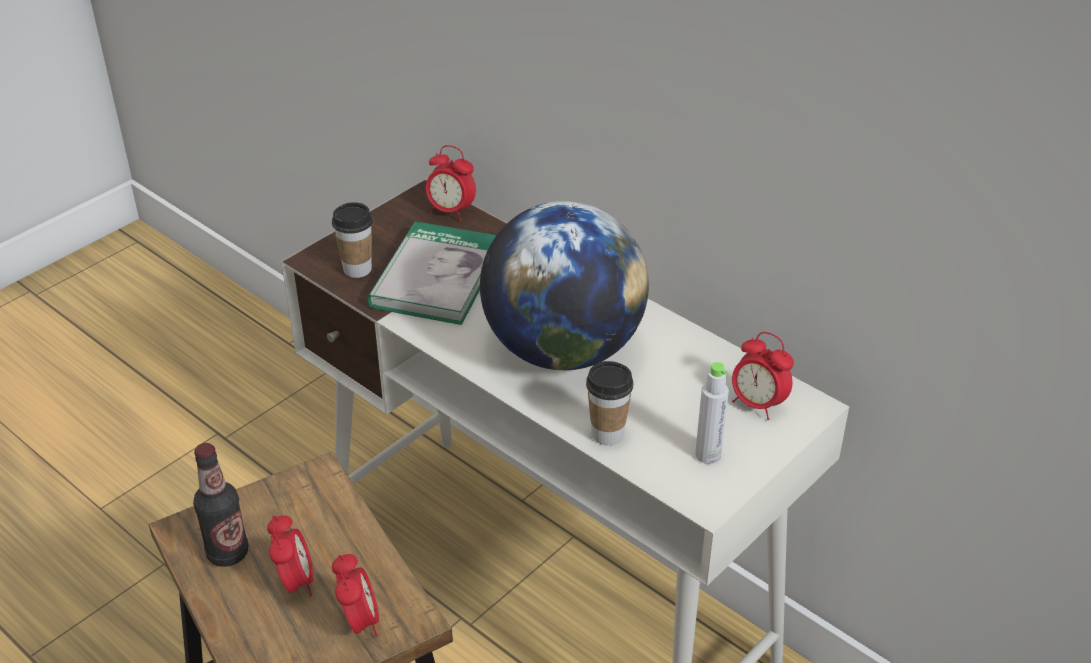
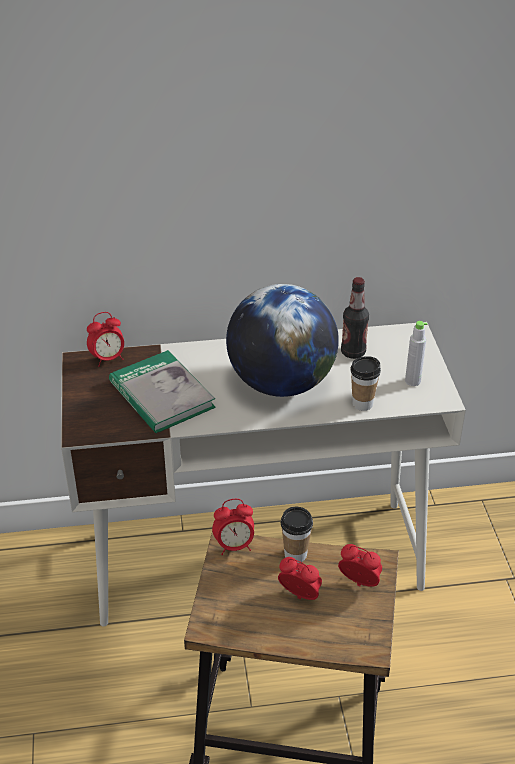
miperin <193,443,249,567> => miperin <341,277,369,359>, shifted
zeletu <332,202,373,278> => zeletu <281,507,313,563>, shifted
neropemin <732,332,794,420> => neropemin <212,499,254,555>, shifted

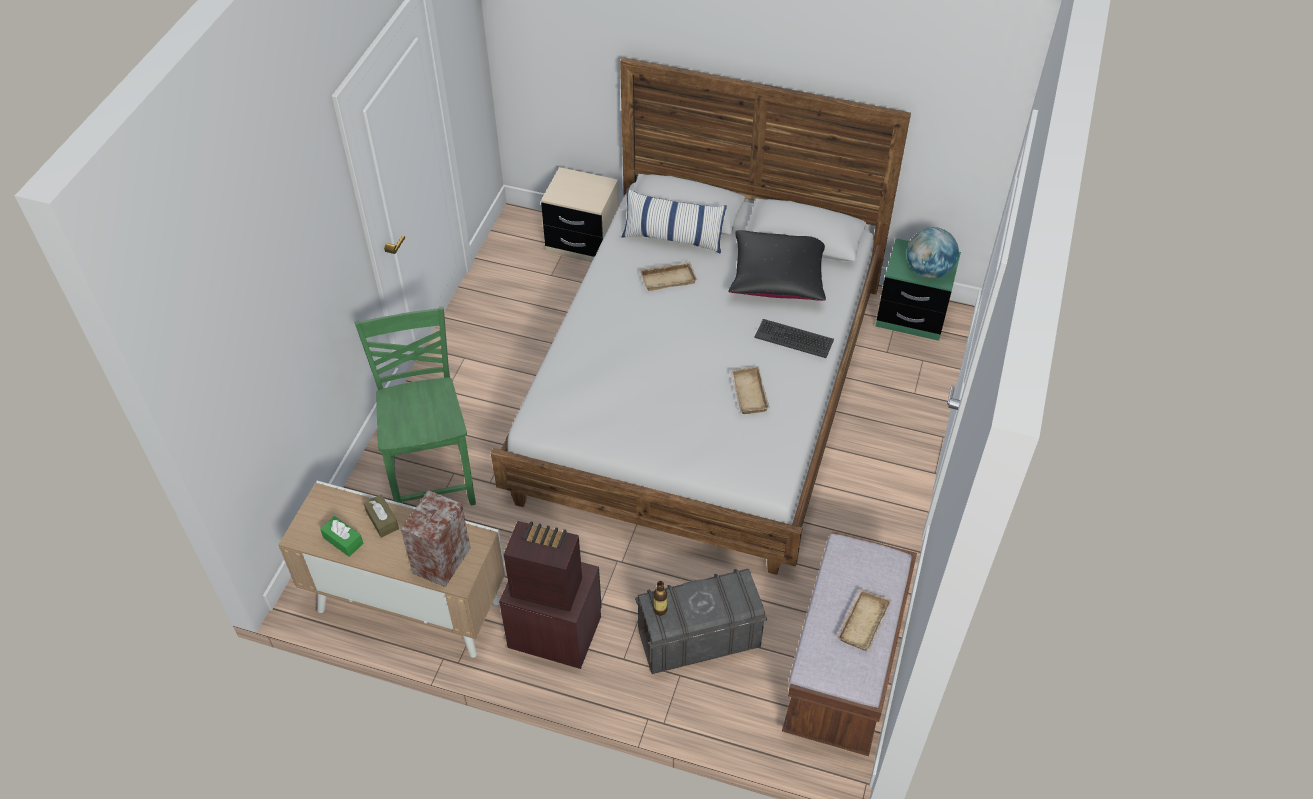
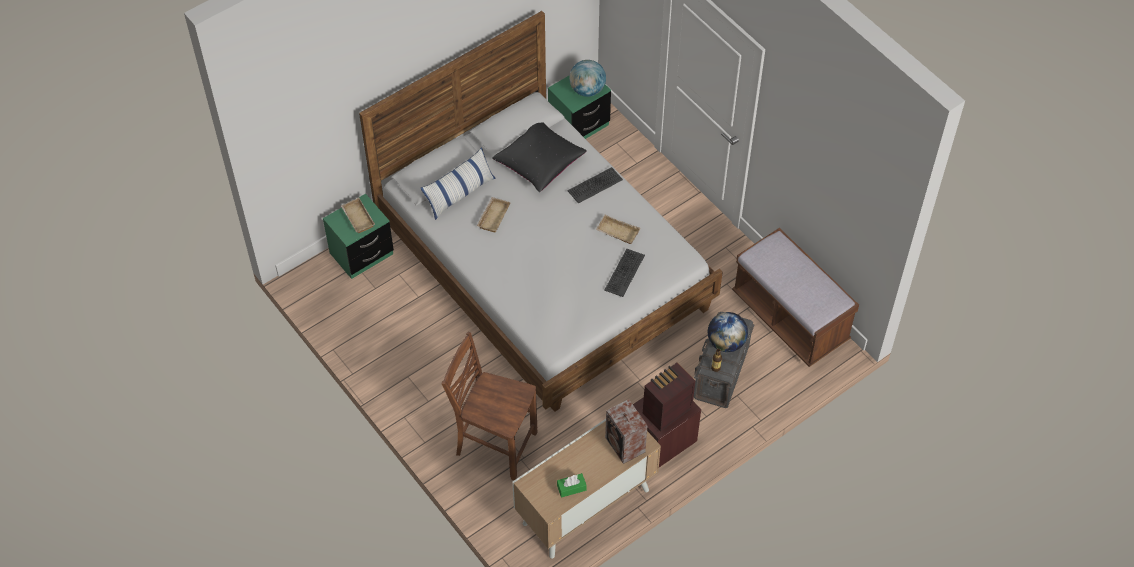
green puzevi <354,307,476,505> => brown puzevi <442,331,537,480>
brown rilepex <364,494,399,538> => nothing
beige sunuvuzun <541,167,619,262> => green sunuvuzun <323,194,394,279>
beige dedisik <837,588,891,651> => beige dedisik <341,198,375,233>, shifted
nothing => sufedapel <604,249,645,297>
nothing => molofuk <708,312,748,352>

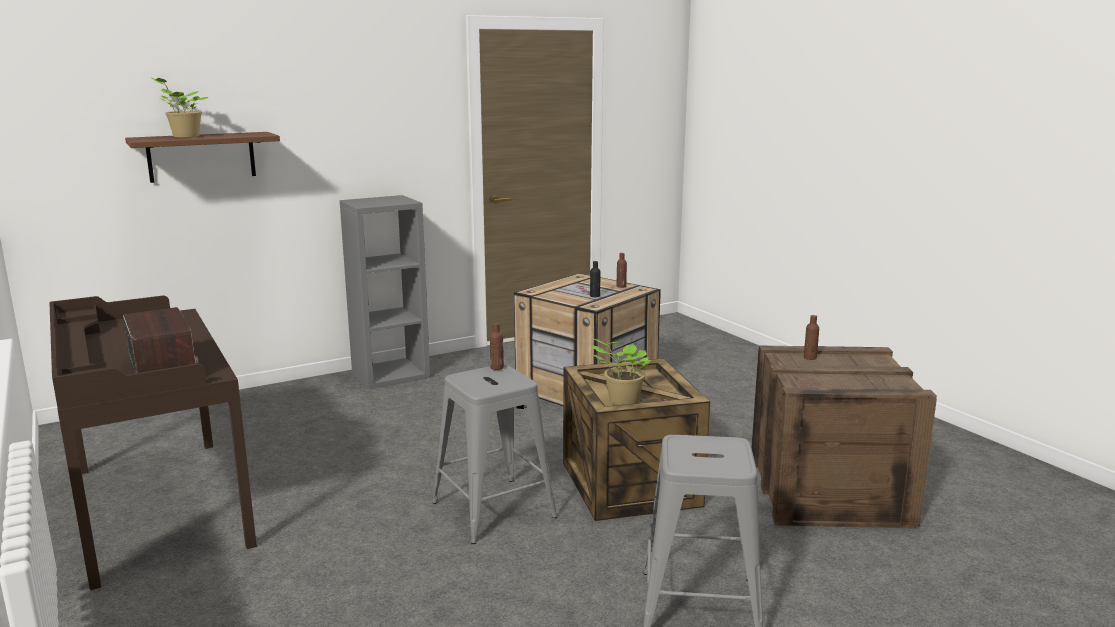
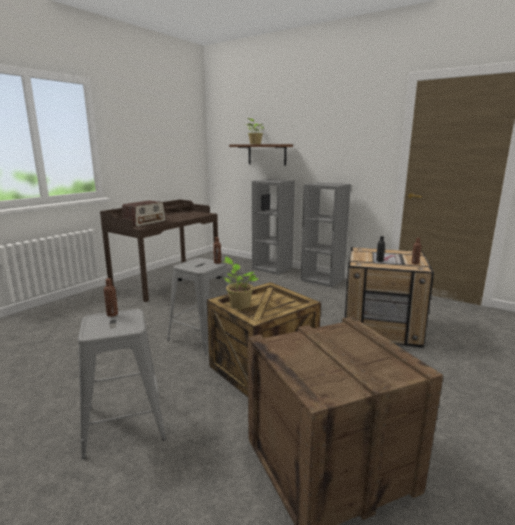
brown miperin <804,315,819,360> => brown miperin <104,278,118,317>, shifted
nothing => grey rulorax <252,179,295,275>

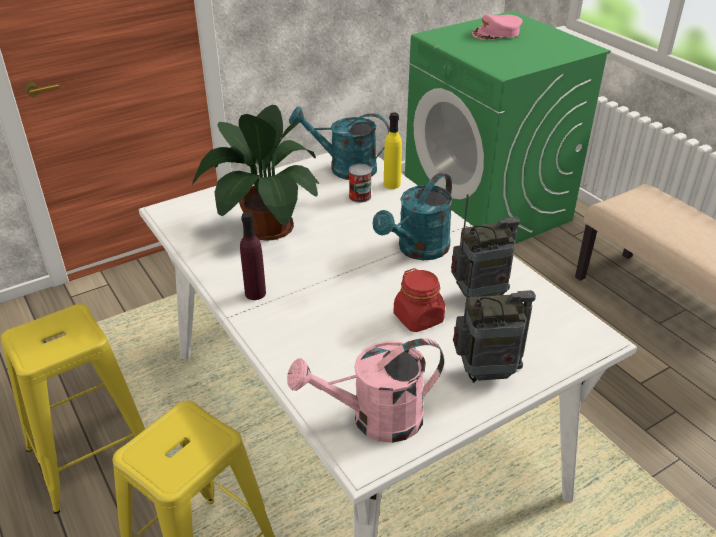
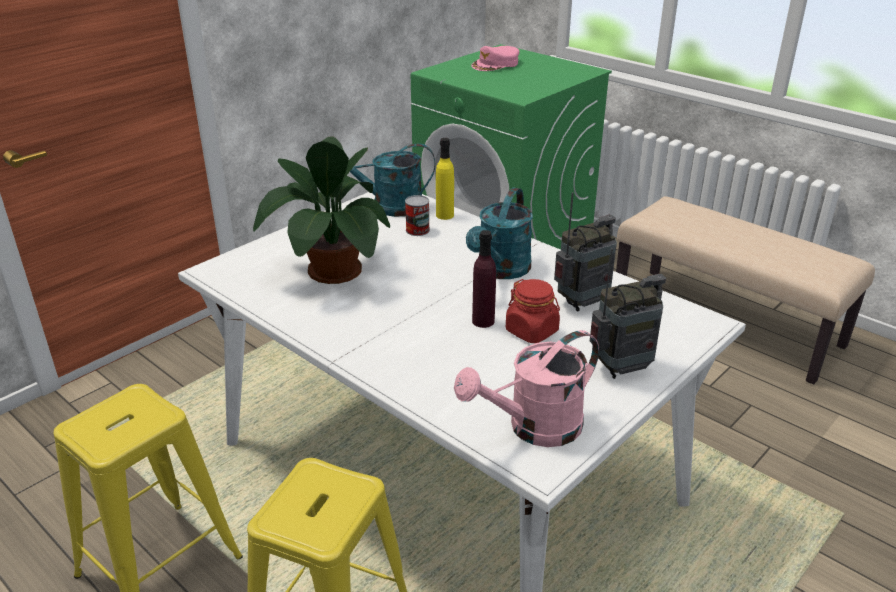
purple miperin <240,212,266,300> => purple miperin <472,230,496,328>, shifted

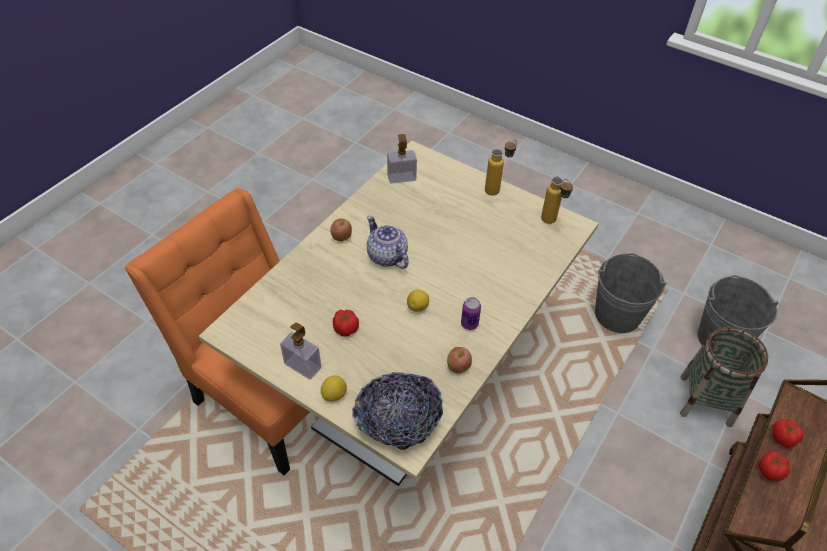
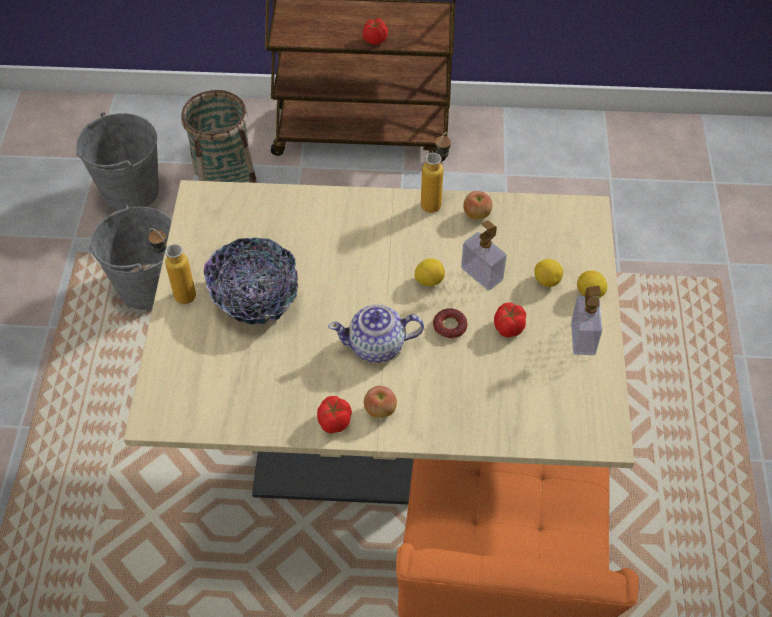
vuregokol <352,372,443,450> => vuregokol <204,237,298,325>, shifted
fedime <367,216,409,269> => fedime <328,305,424,363>, 60 degrees clockwise
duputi <387,134,417,184> => duputi <461,220,507,291>, shifted
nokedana <461,297,481,330> => nothing
miperin <541,177,573,224> => miperin <421,132,451,213>, shifted
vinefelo <773,420,804,448> => vinefelo <317,396,352,433>, shifted
nothing => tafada <433,309,468,339>
nothing => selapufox <534,259,563,287>

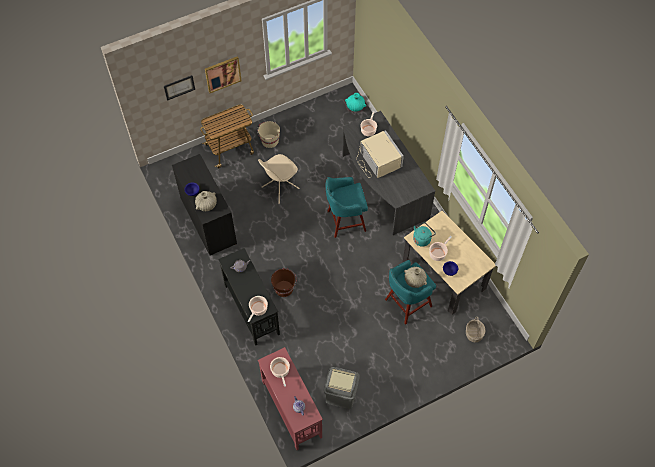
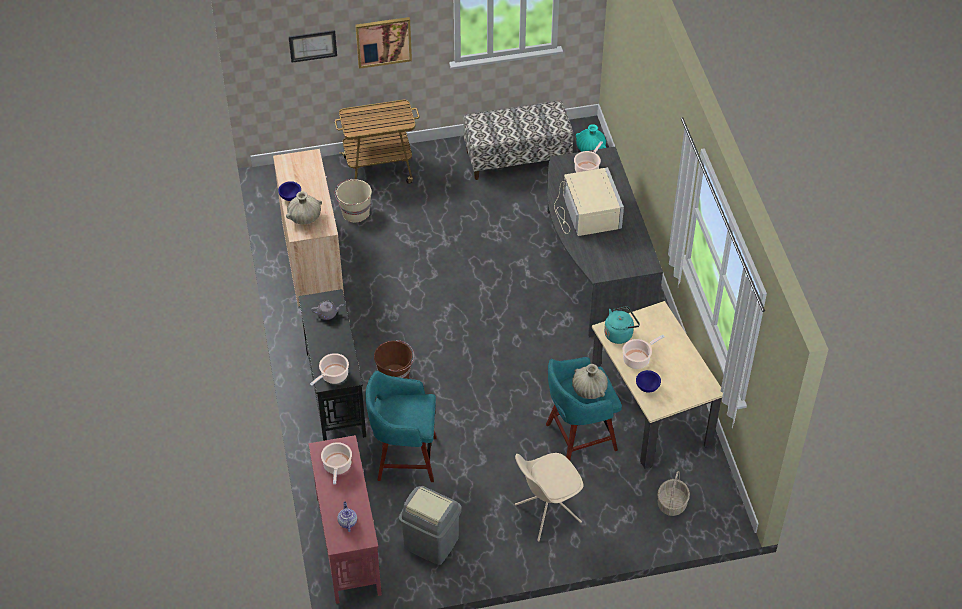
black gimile <172,154,237,256> => beige gimile <273,149,344,307>
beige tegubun <257,121,280,148> => beige tegubun <335,179,372,222>, shifted
beige puzevi <258,154,300,204> => beige puzevi <515,453,584,542>, shifted
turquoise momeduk <326,177,368,238> => turquoise momeduk <365,370,437,482>, shifted
nothing => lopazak <463,101,574,180>

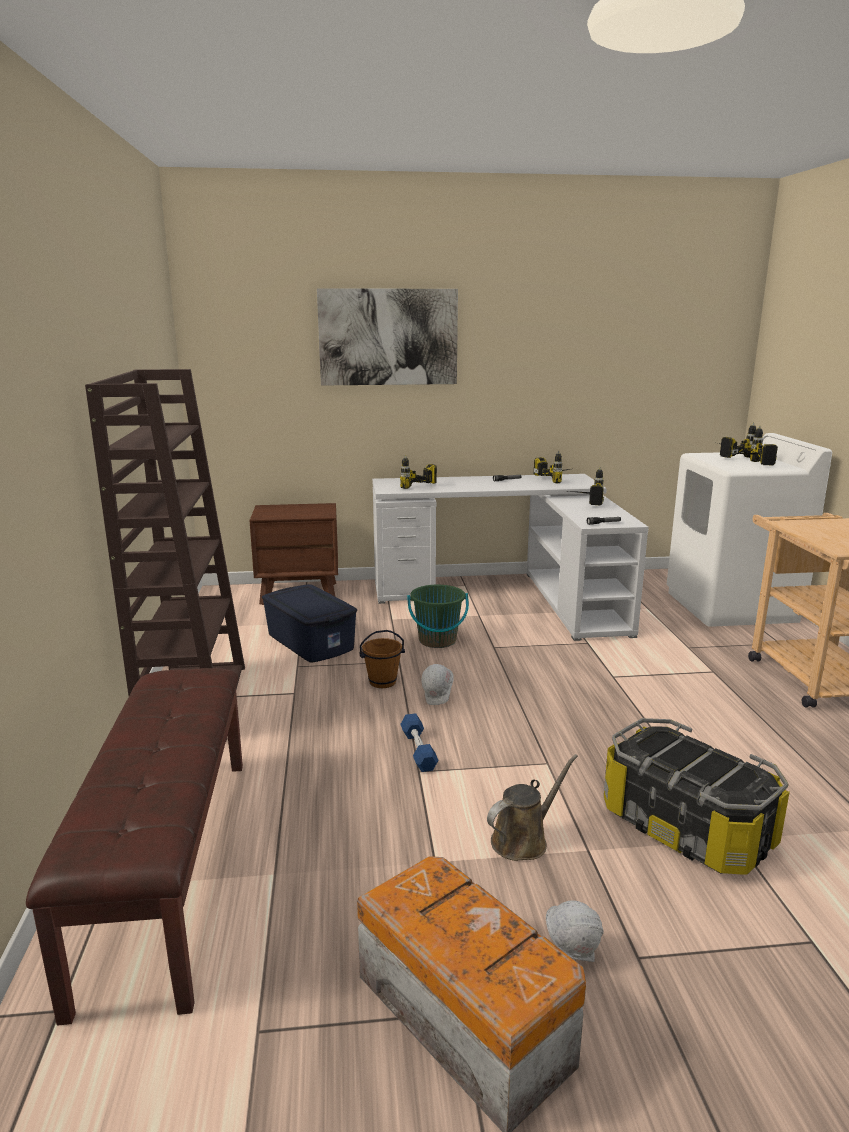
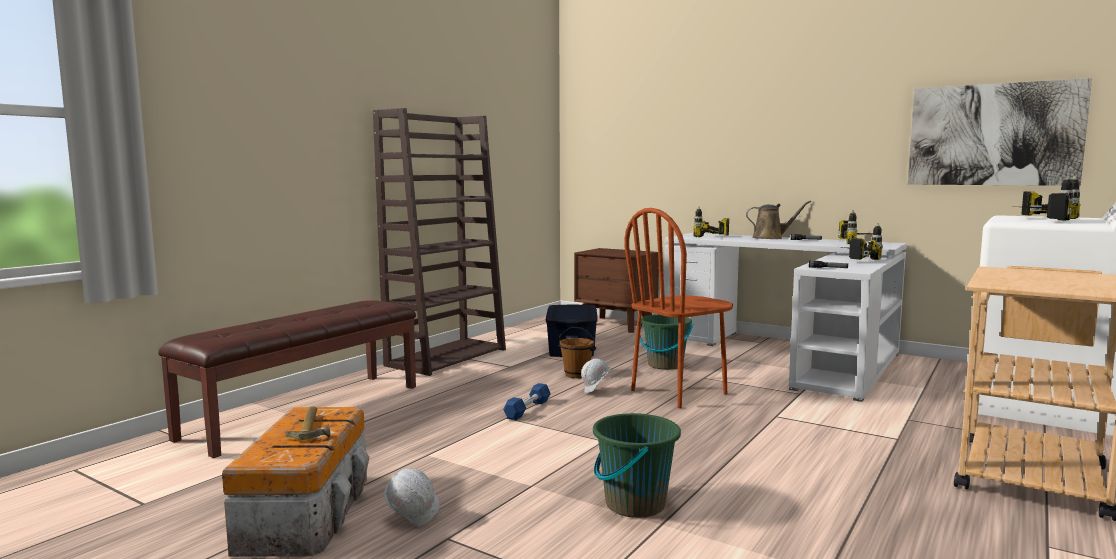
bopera <317,288,458,386> => bopera <908,78,1092,186>, shifted
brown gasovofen <487,754,578,861> => brown gasovofen <746,200,811,239>, shifted
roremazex <604,718,790,875> => green tegubun <593,413,681,518>
nothing => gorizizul <286,406,331,440>
nothing => brown puzevi <624,208,733,408>

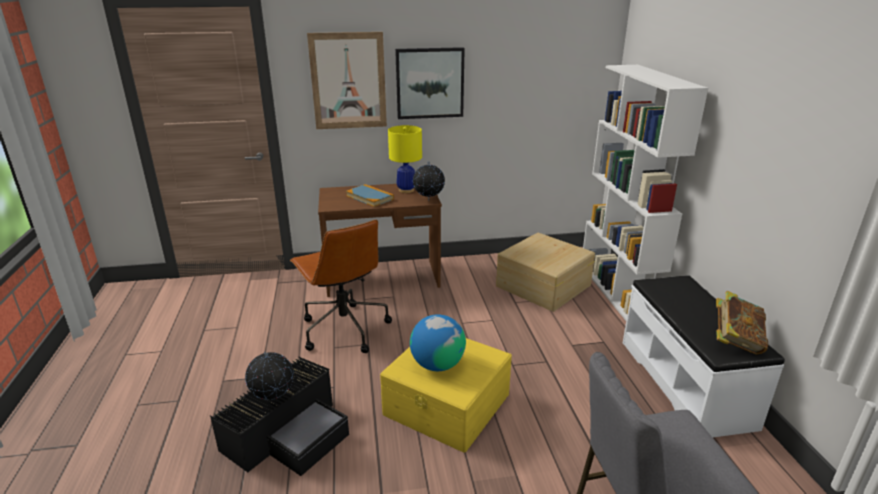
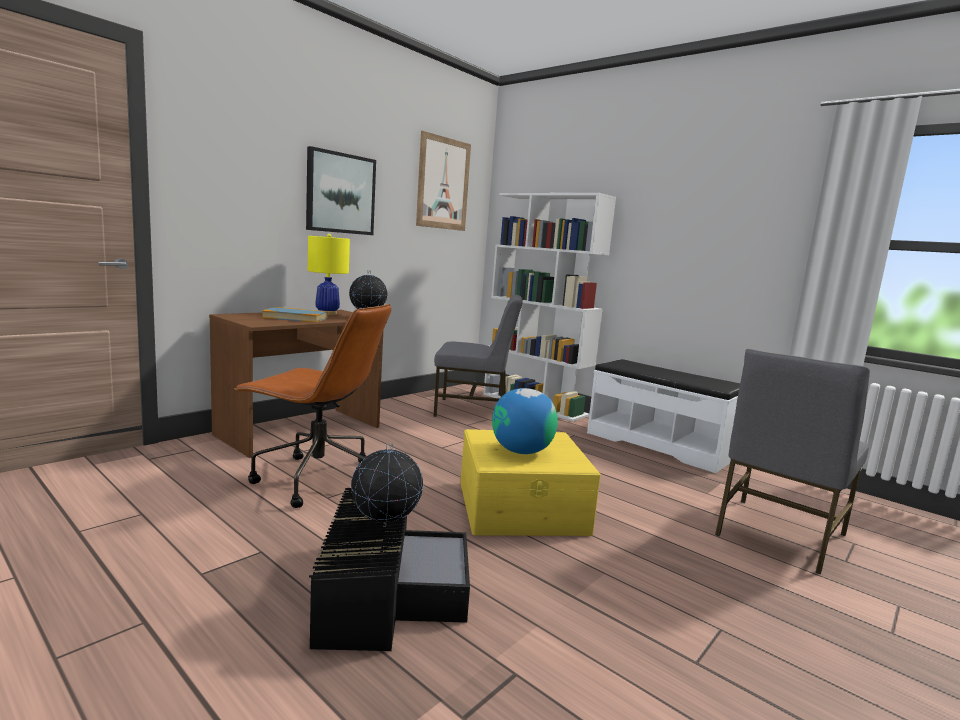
bopera <307,32,387,129> => bopera <416,131,471,231>, shifted
beige roremazex <496,233,595,312> => grey puzevi <433,295,523,417>
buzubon <716,291,768,354> => nothing

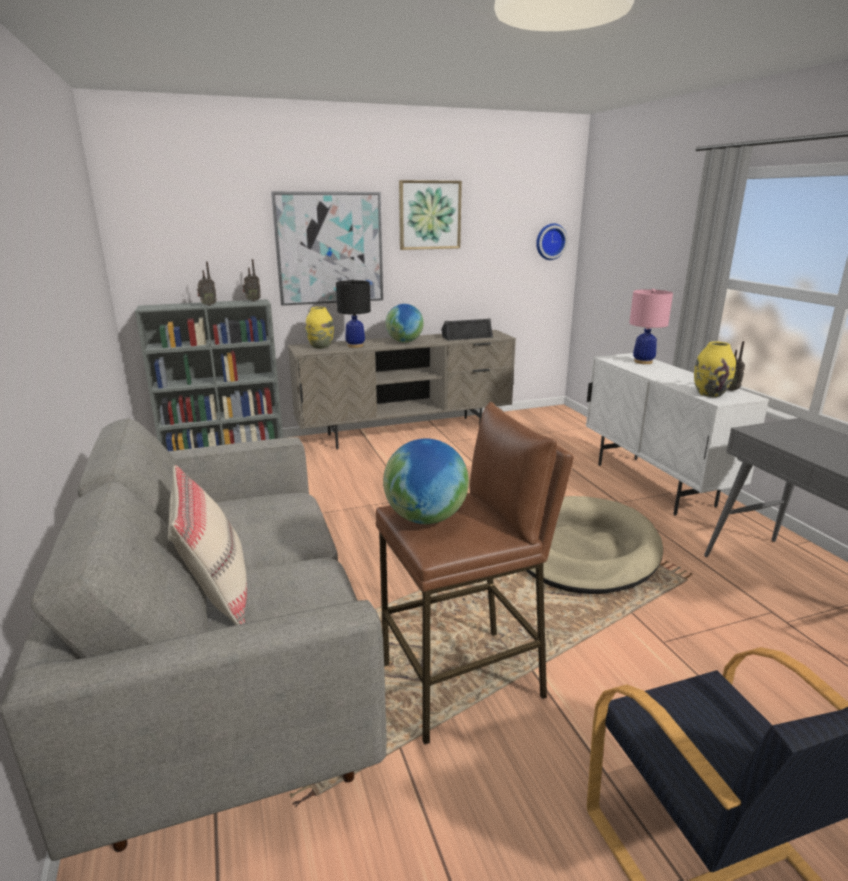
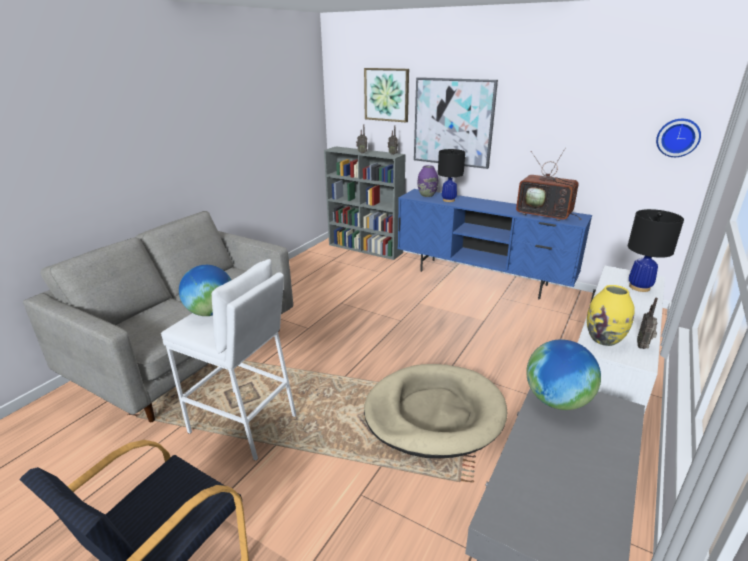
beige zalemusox <168,465,247,625> => nothing
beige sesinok <288,330,516,450> => blue sesinok <398,189,592,300>
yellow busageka <306,307,334,349> => purple busageka <417,165,438,197>
brown momeduk <376,402,574,745> => white momeduk <161,259,296,461>
molofuk <386,304,424,343> => molofuk <526,339,601,410>, shifted
bopera <399,180,462,250> => bopera <364,68,409,122>, shifted
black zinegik <441,318,493,341> => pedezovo <516,147,581,221>
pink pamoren <629,289,673,364> => black pamoren <628,209,684,292>

